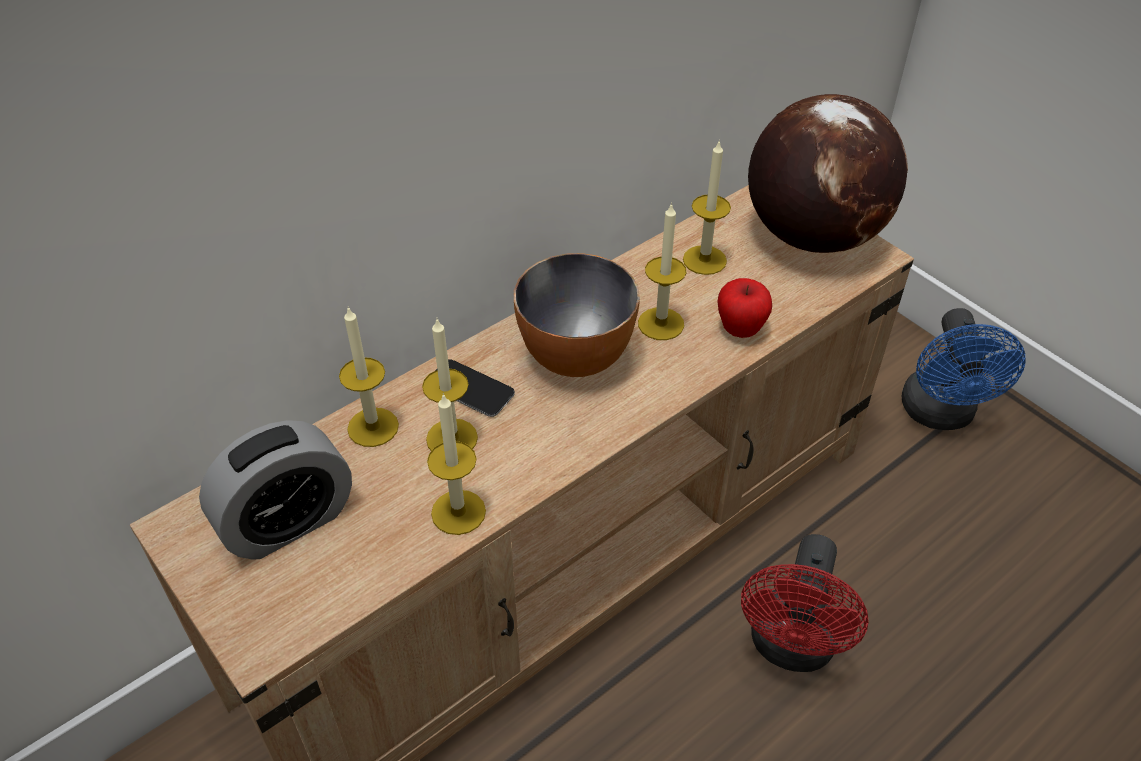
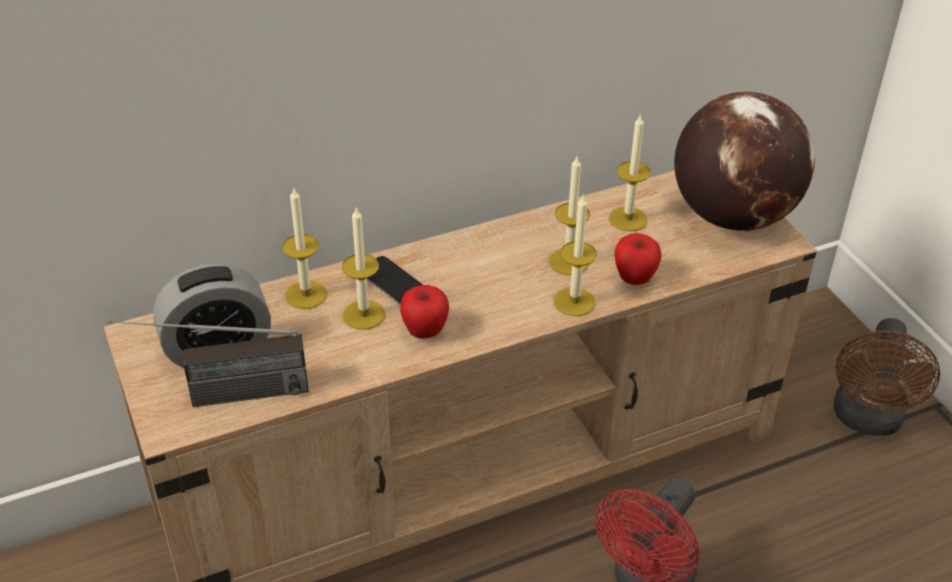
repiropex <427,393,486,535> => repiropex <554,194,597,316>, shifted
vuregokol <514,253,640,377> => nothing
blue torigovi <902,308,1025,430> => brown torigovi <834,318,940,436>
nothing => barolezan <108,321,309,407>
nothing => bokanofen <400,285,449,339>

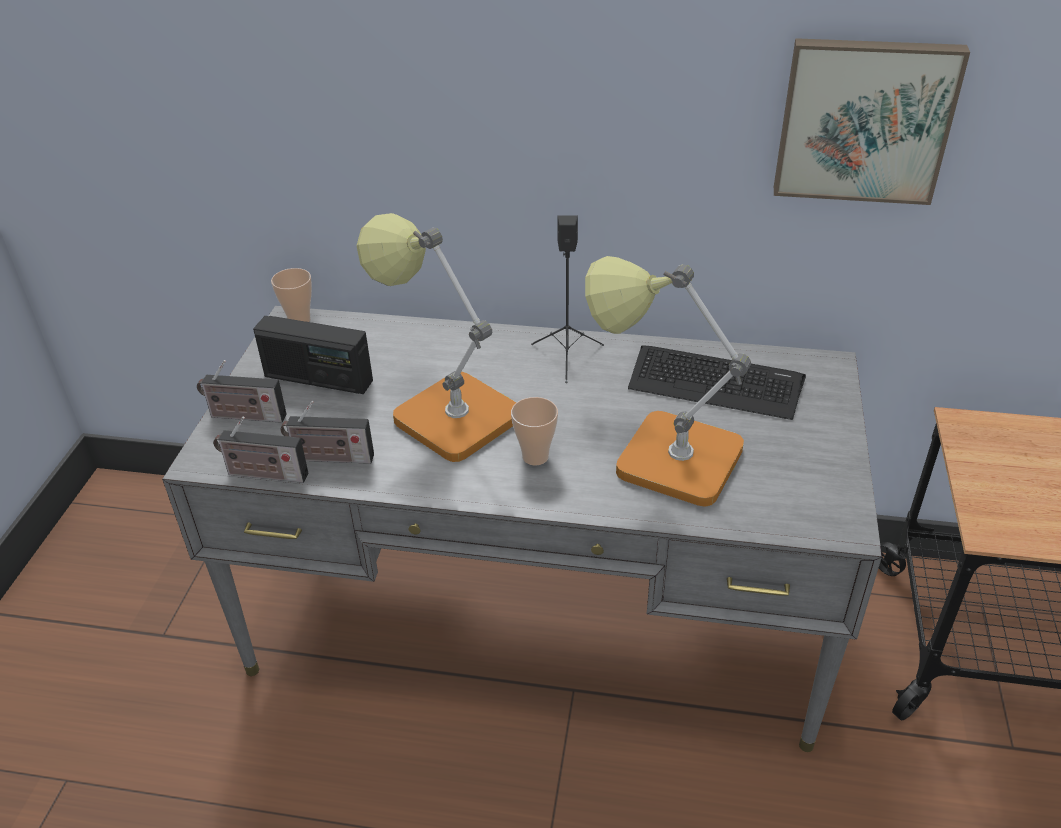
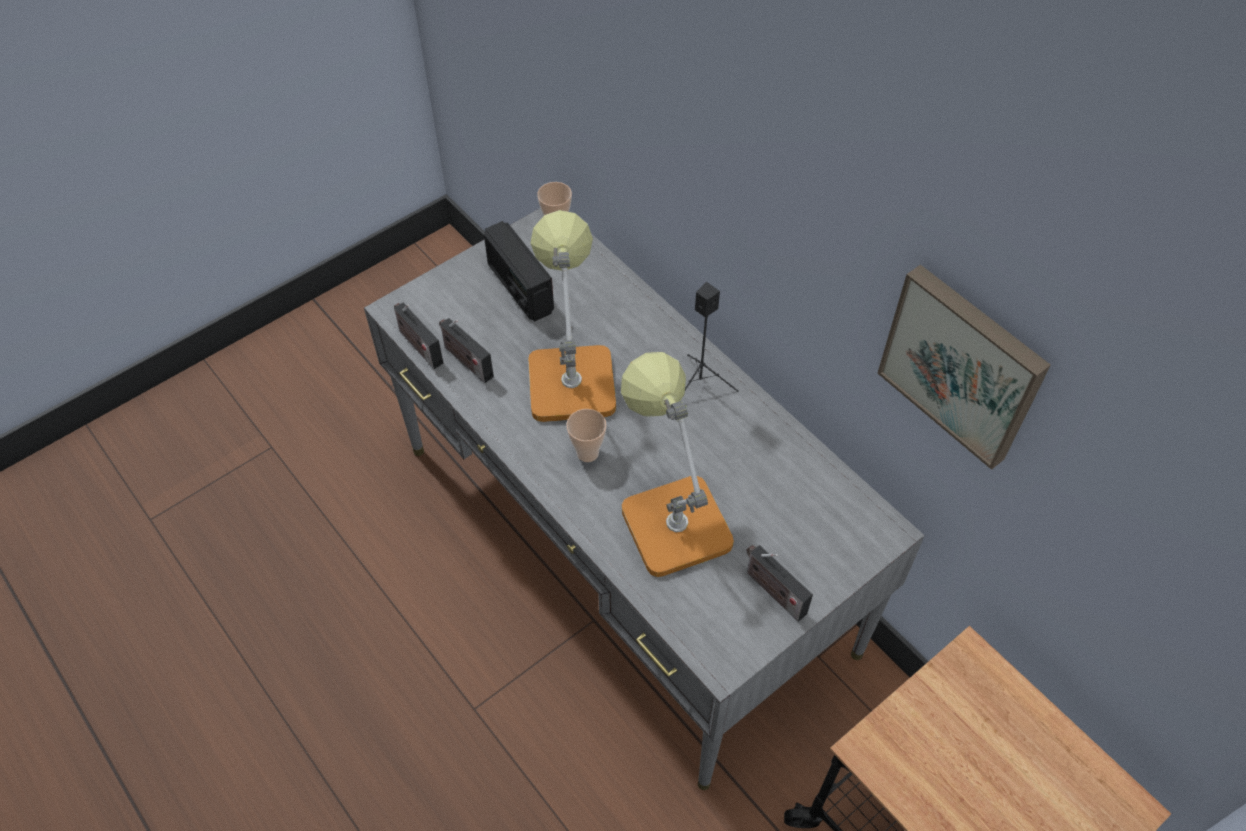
barolezan <197,360,287,423> => barolezan <746,545,813,622>, shifted
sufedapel <628,345,806,420> => nothing

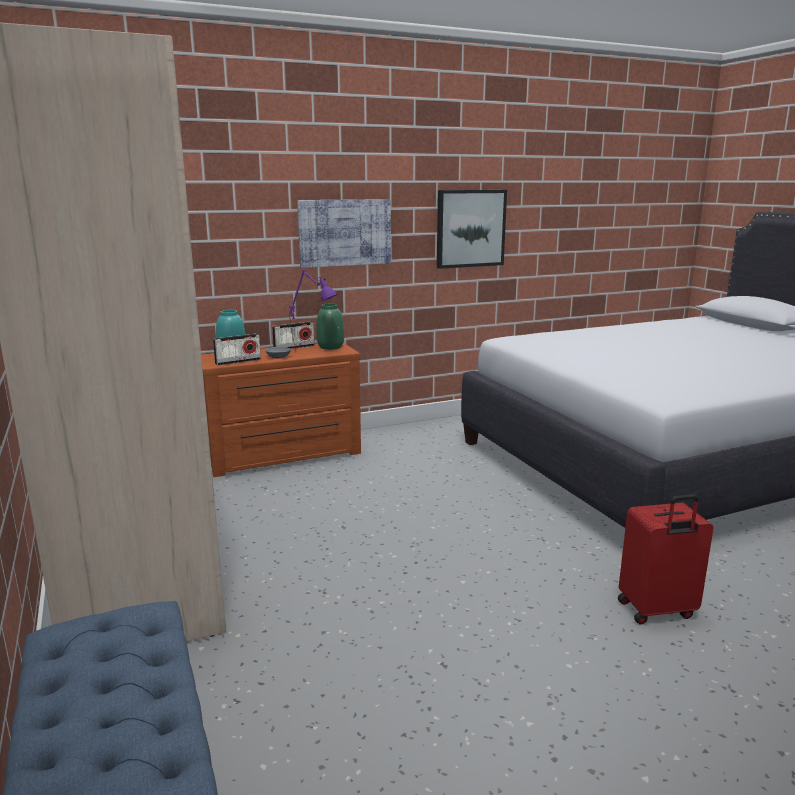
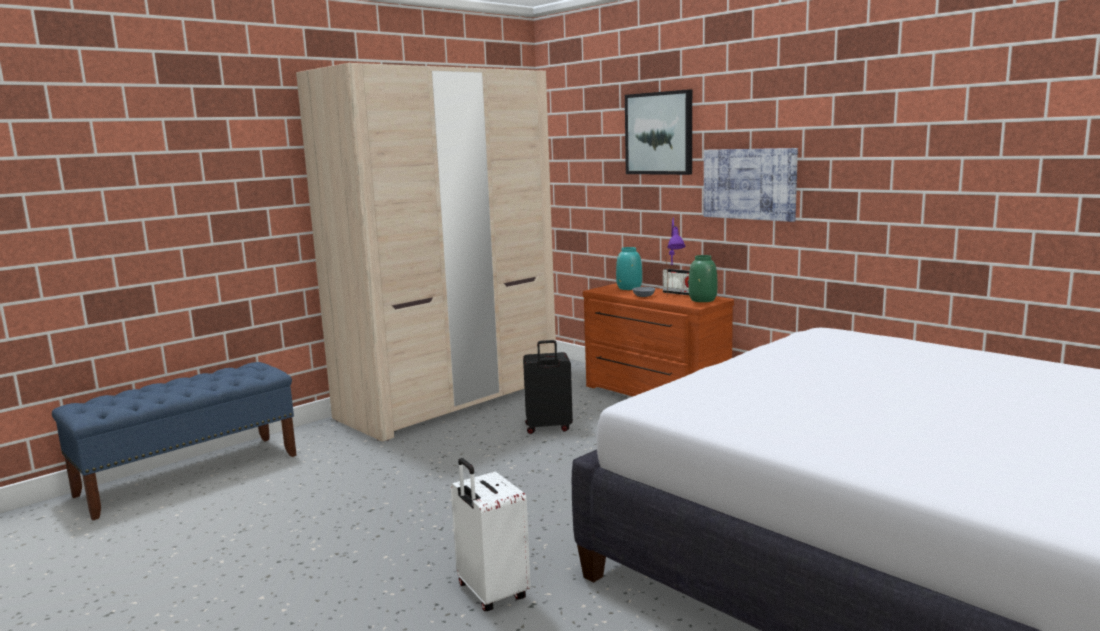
barolezan <213,334,261,365> => nothing
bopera <437,190,507,269> => bopera <625,89,692,175>, shifted
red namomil <618,494,713,625> => white namomil <451,458,531,611>
nothing => black namomil <523,340,573,434>

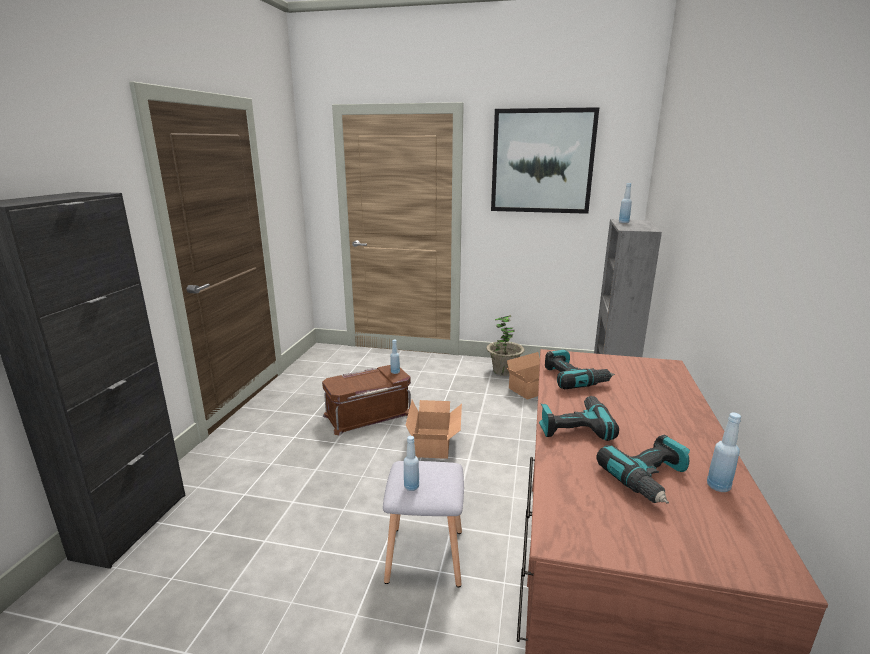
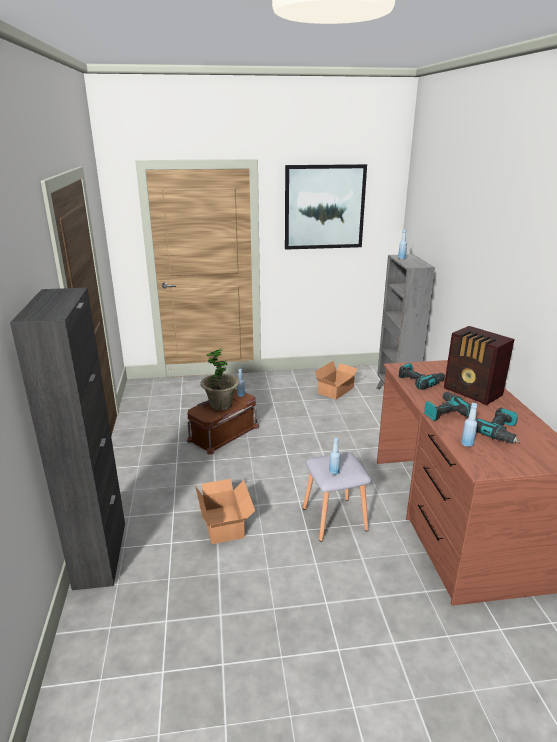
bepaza <406,400,462,459> => bepaza <195,479,255,544>, shifted
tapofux <486,315,525,376> => tapofux <201,348,239,410>, shifted
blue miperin <707,413,741,492> => blue miperin <461,403,477,447>, shifted
nothing => barolezan <444,326,515,405>

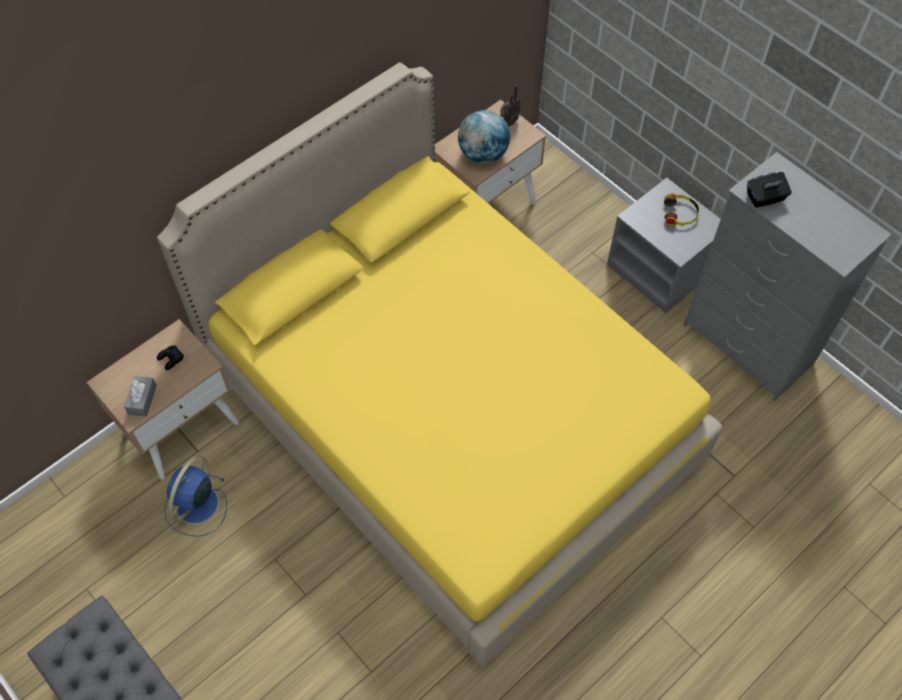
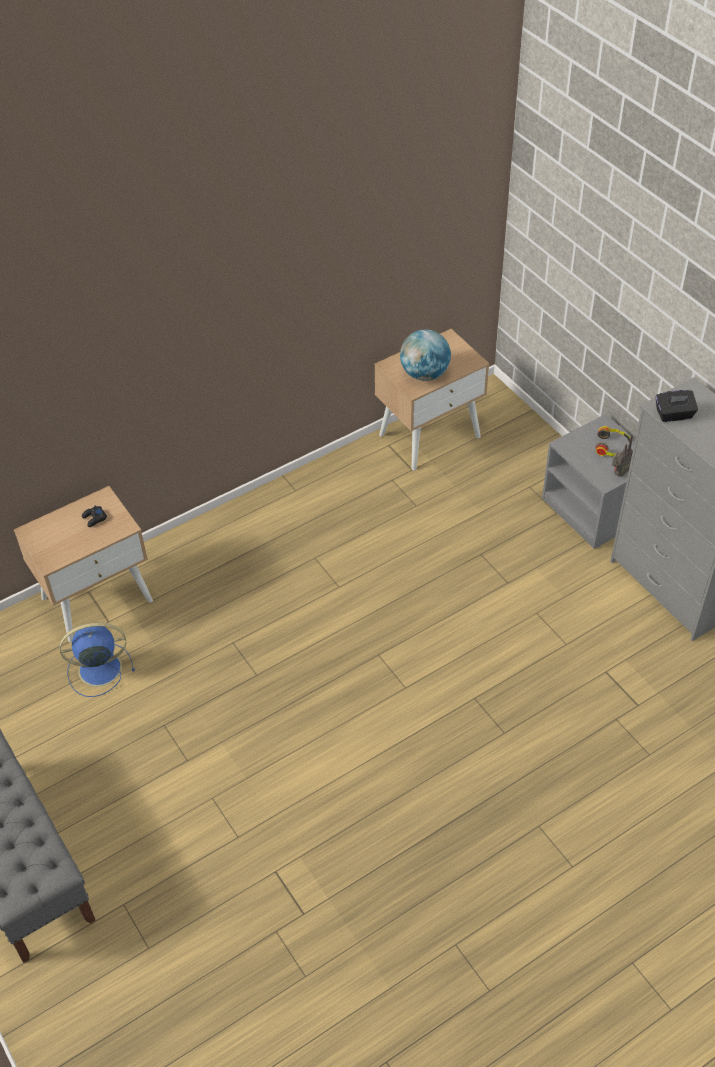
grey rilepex <124,376,157,417> => nothing
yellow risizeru <157,62,723,665> => nothing
blue torigovi <164,455,227,537> => blue torigovi <60,623,135,697>, 45 degrees clockwise
barolezan <500,85,520,126> => barolezan <612,435,633,477>, shifted

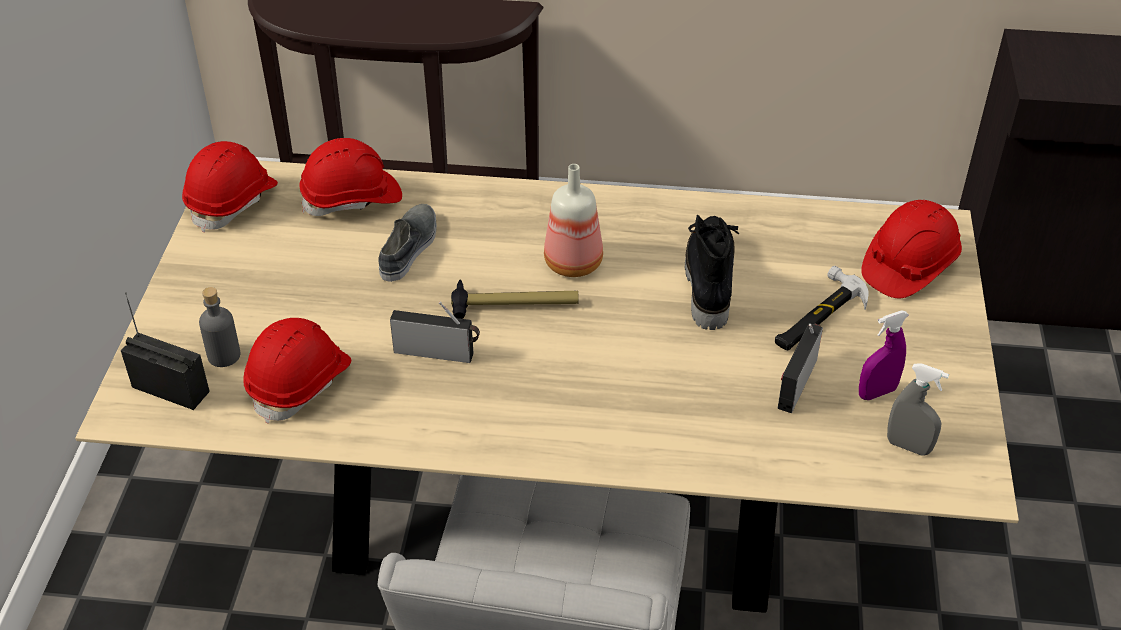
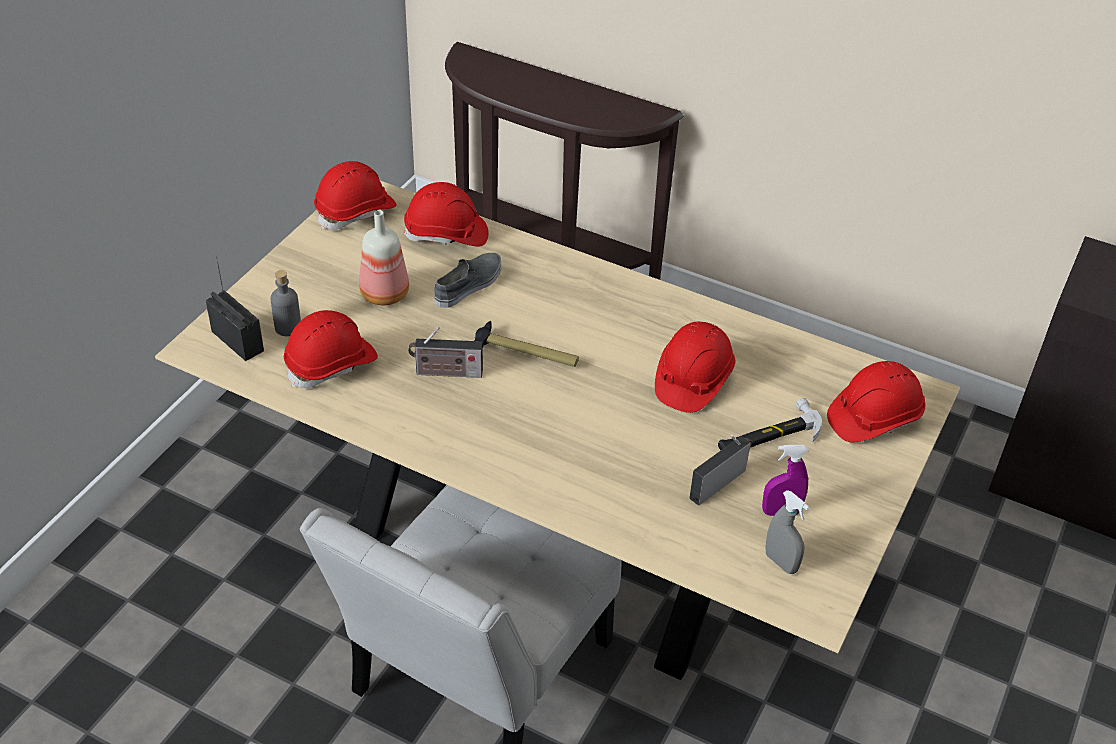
barolezan <390,302,480,363> => barolezan <408,327,483,378>, 150 degrees clockwise
miperin <544,164,603,277> => miperin <359,210,409,305>, shifted
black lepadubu <685,215,739,330> => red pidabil <655,322,736,413>

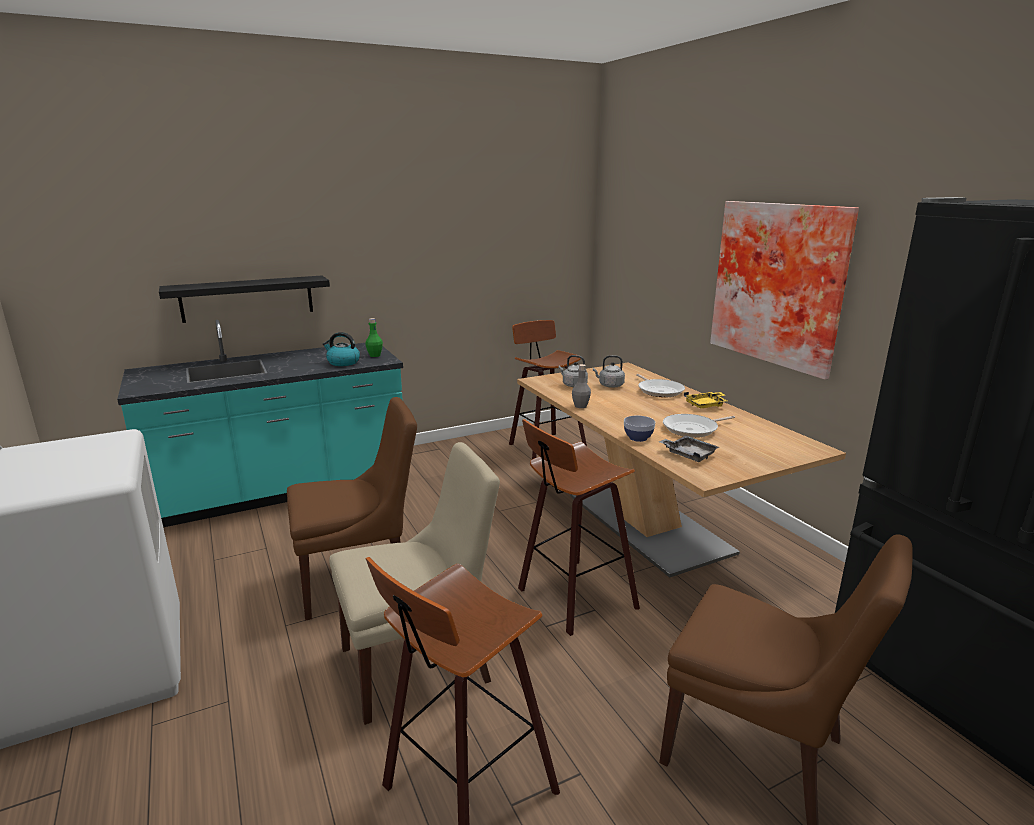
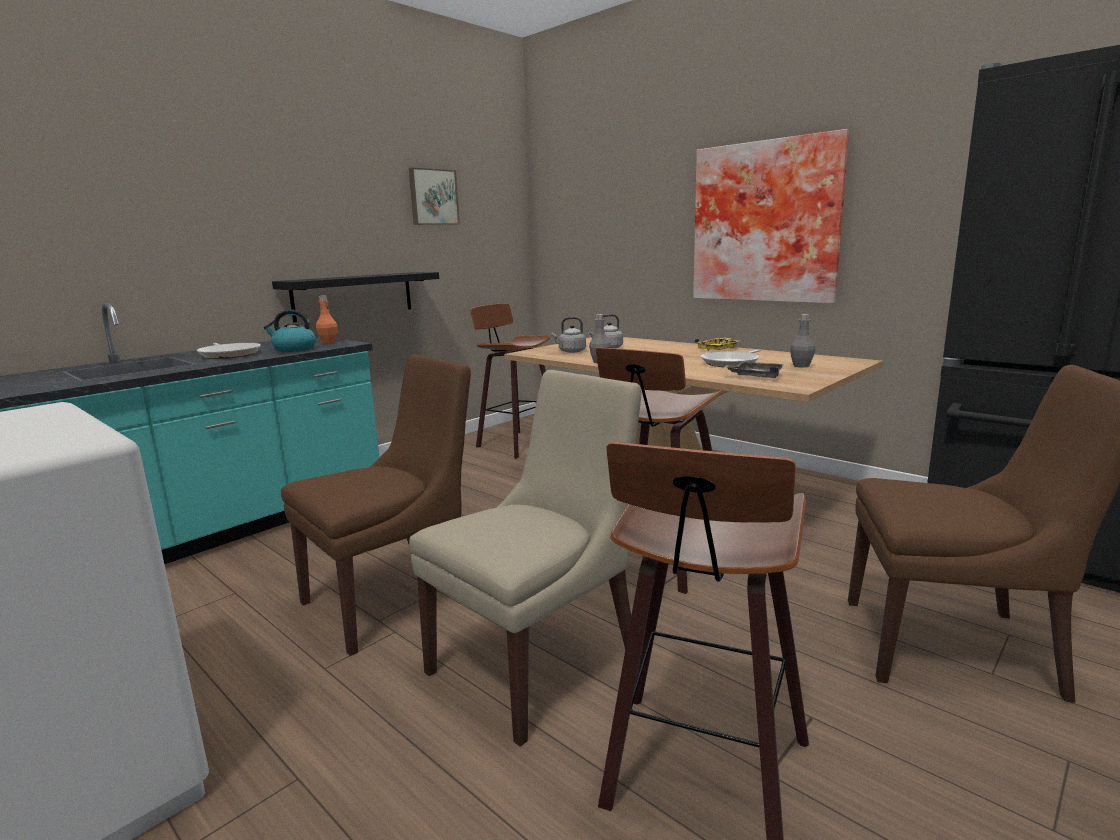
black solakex <159,276,330,323> => black solakex <272,272,439,322>, shifted
green miperin <366,318,383,357> => orange miperin <316,295,338,343>
vuregokol <624,416,655,442> => nothing
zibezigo <636,374,685,397> => zibezigo <196,343,261,359>, shifted
nothing => bopera <409,167,460,225>
nothing => grey miperin <790,314,815,368>

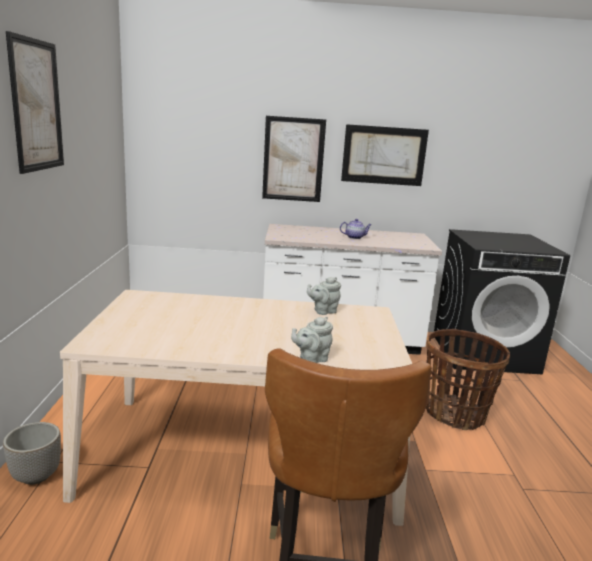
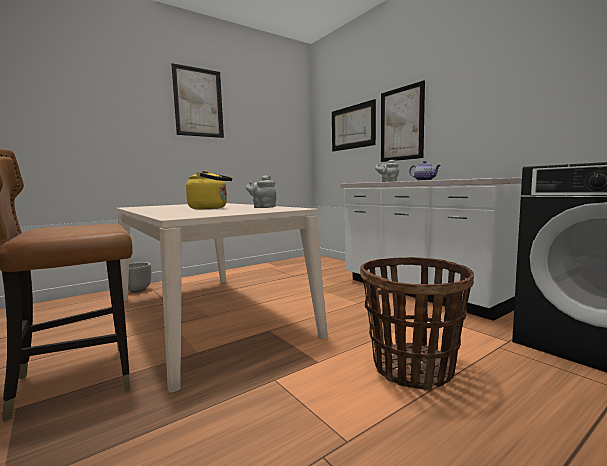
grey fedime <291,317,333,363> => grey fedime <375,159,399,182>, shifted
bopera <341,124,429,186> => bopera <332,99,376,151>, shifted
nothing => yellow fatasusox <186,170,232,209>

